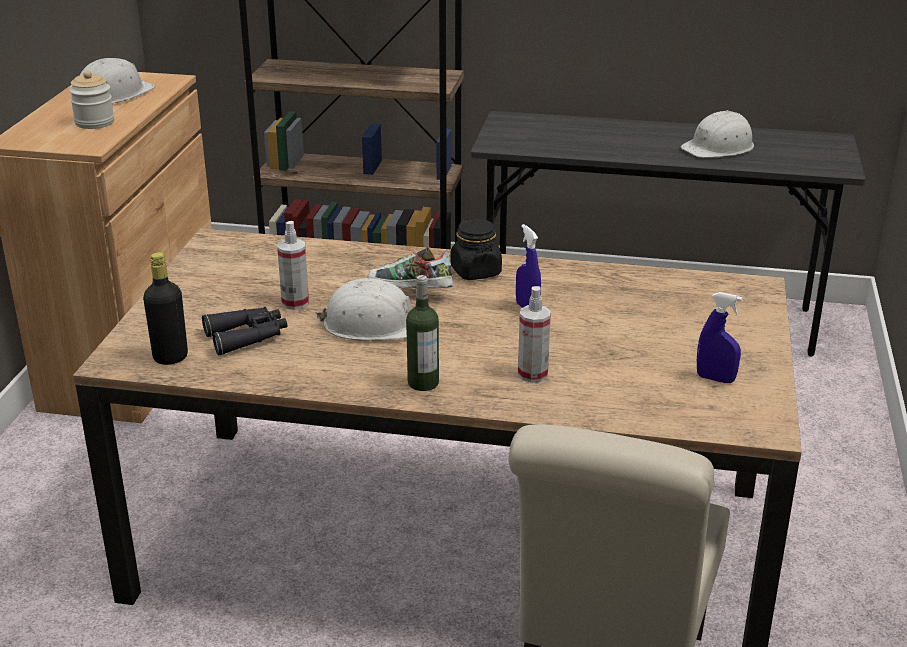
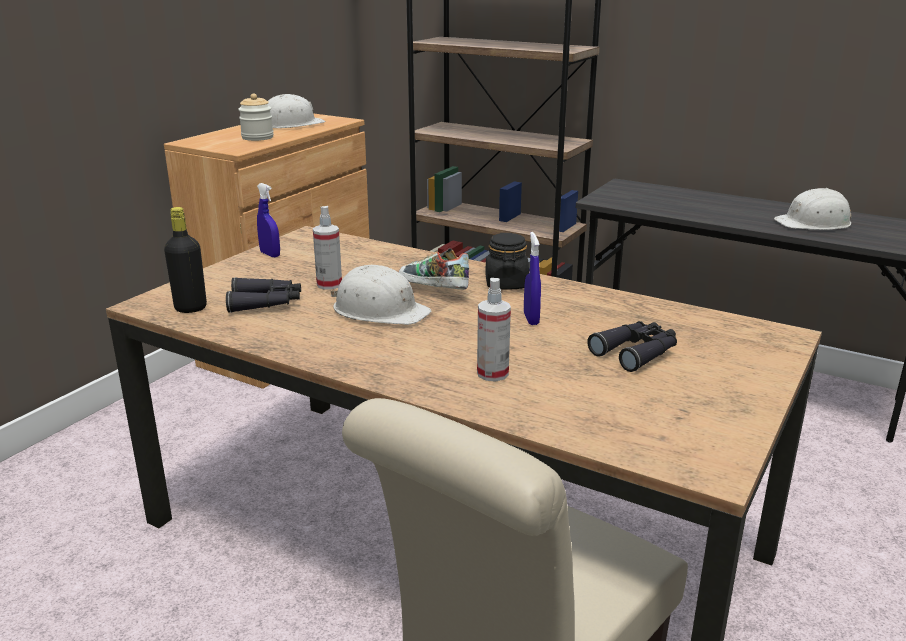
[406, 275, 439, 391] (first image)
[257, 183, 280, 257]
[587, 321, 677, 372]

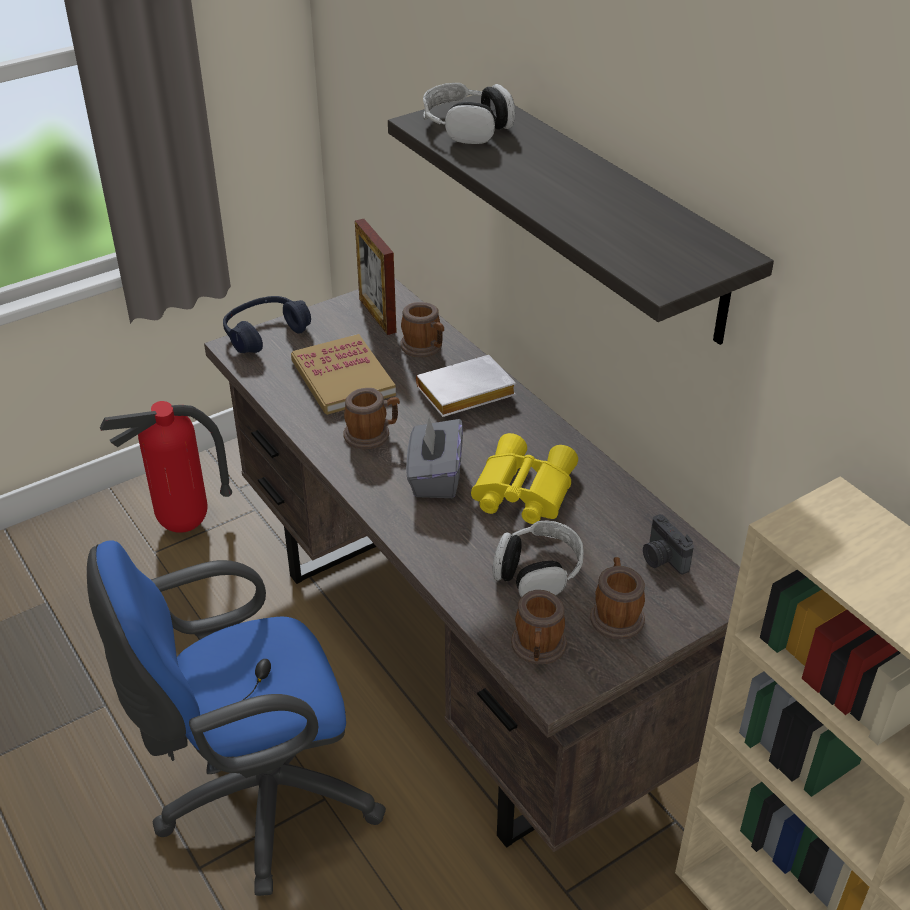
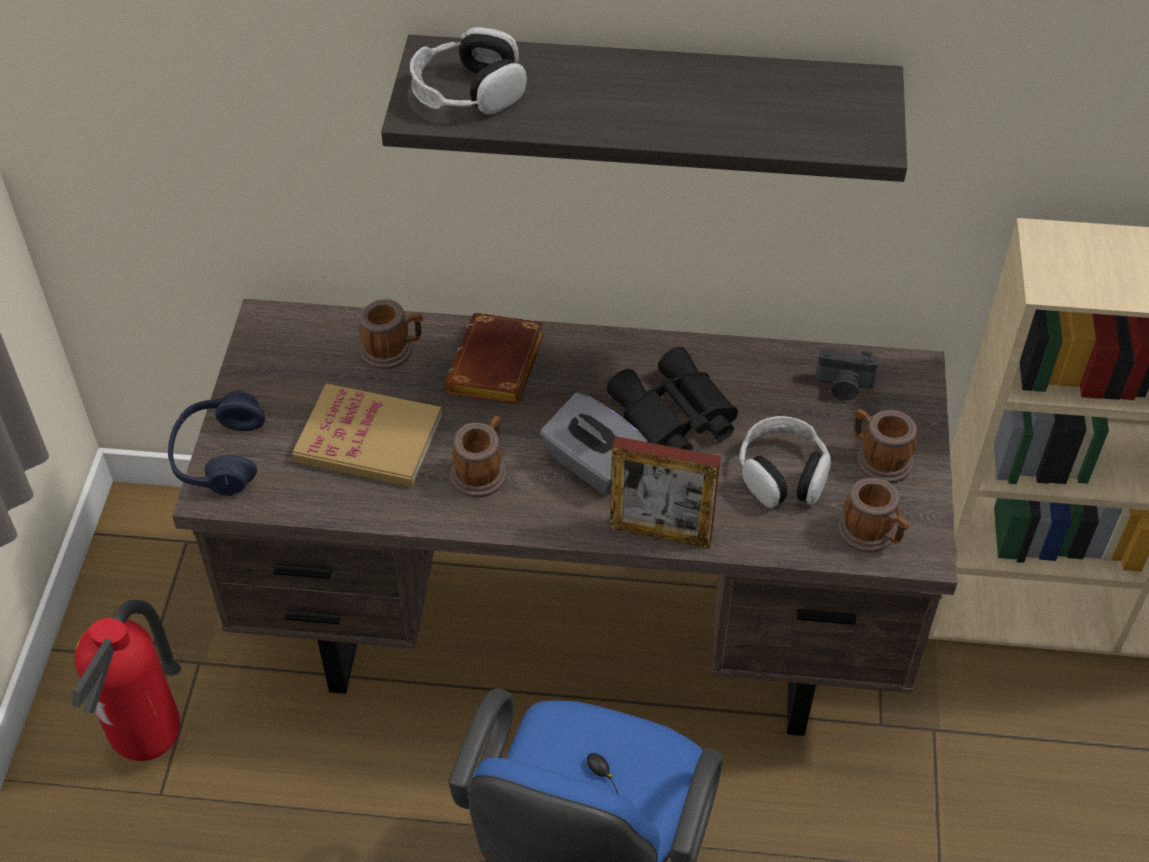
[610, 436, 721, 548]
[444, 313, 544, 405]
[607, 347, 738, 451]

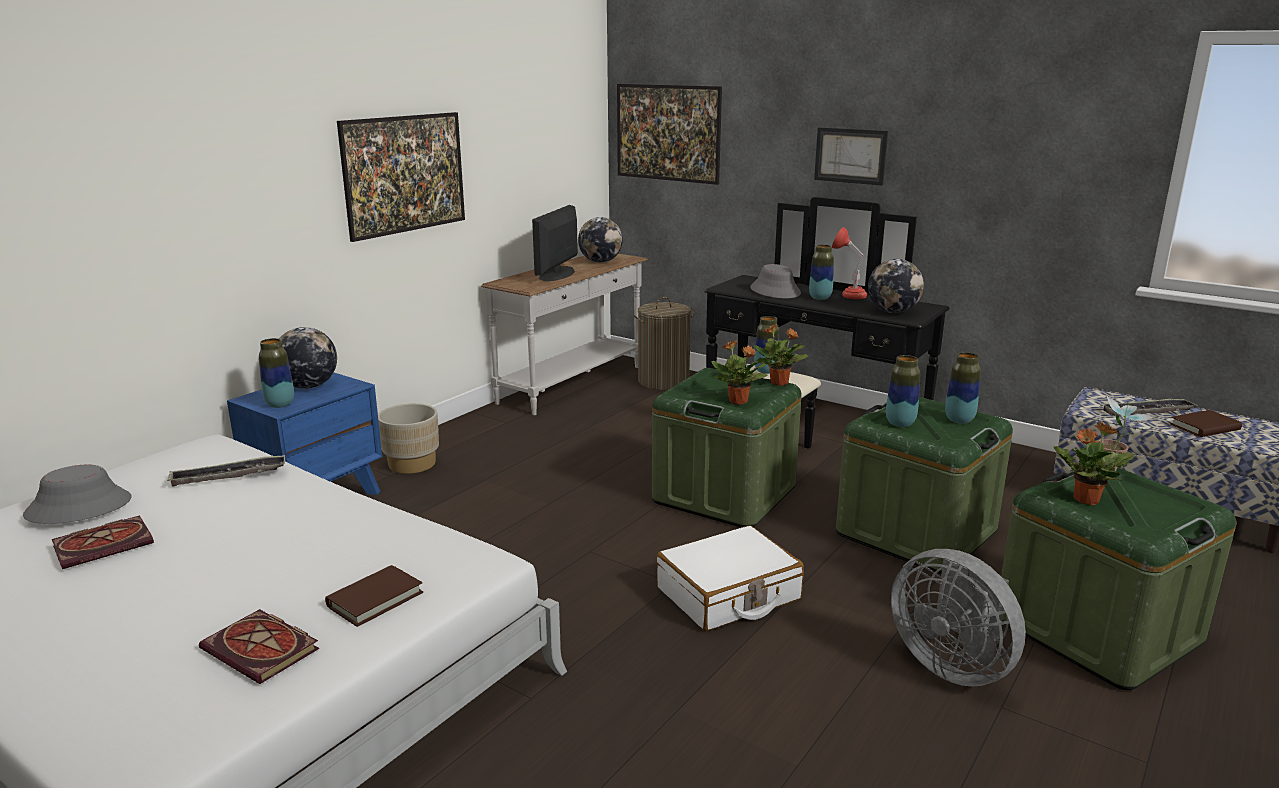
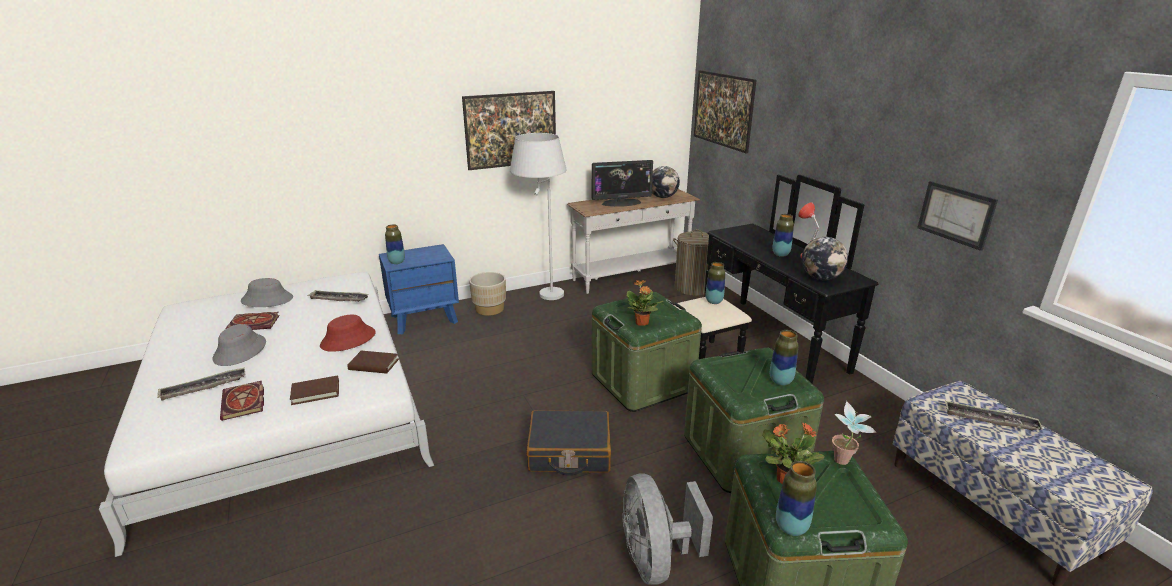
[279, 327, 337, 389] (first image)
[592, 160, 653, 207]
[527, 410, 611, 476]
[213, 324, 266, 366]
[754, 324, 809, 386] (first image)
[917, 181, 998, 251]
[776, 461, 817, 536]
[347, 351, 399, 374]
[157, 367, 246, 400]
[320, 315, 376, 352]
[510, 133, 566, 300]

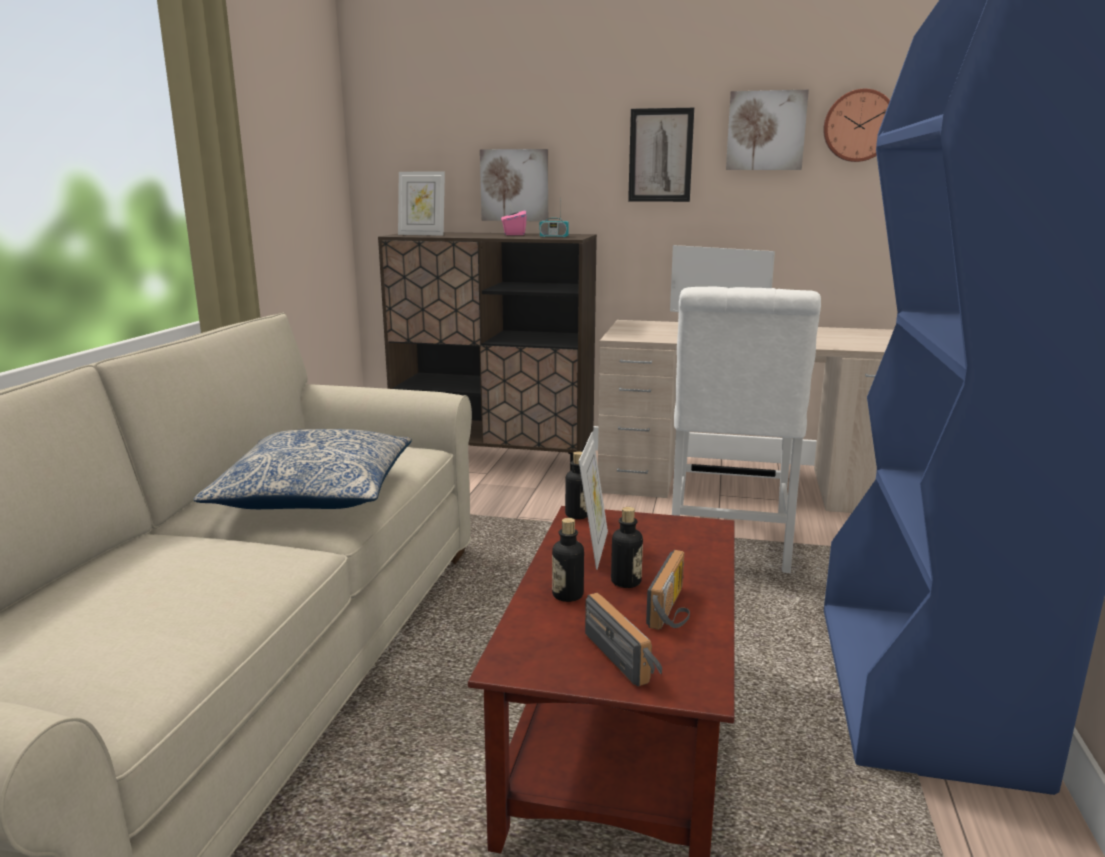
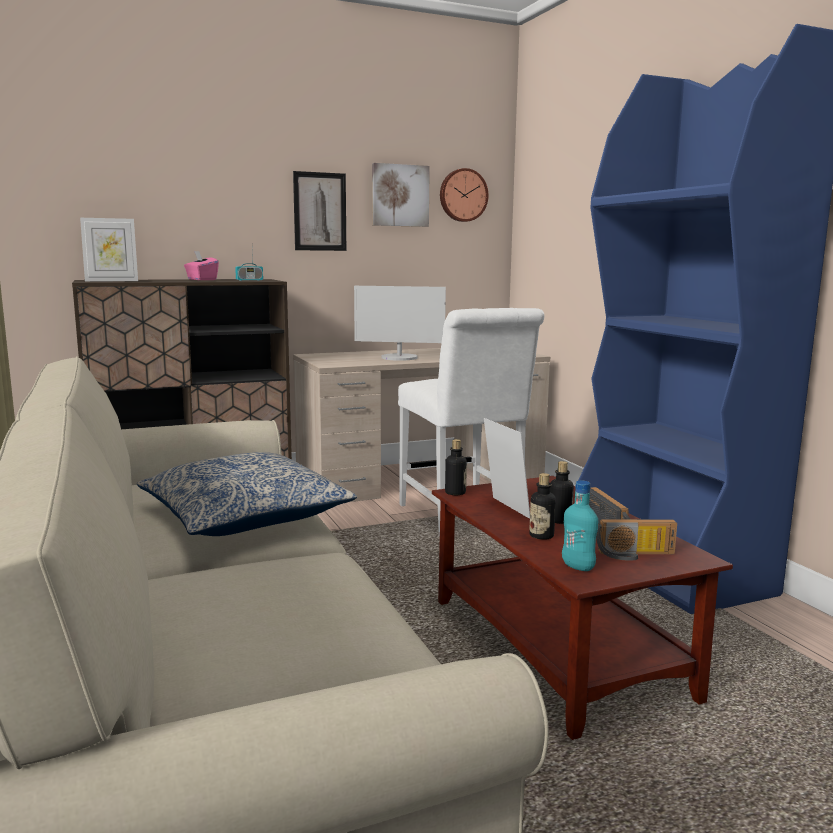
[480, 149, 548, 221] (first image)
[596, 519, 677, 561]
[562, 480, 598, 571]

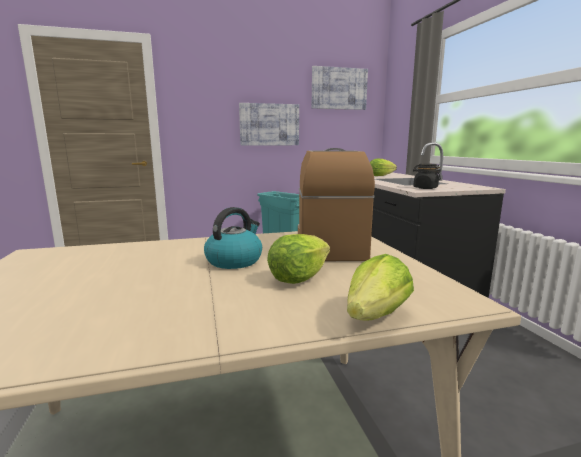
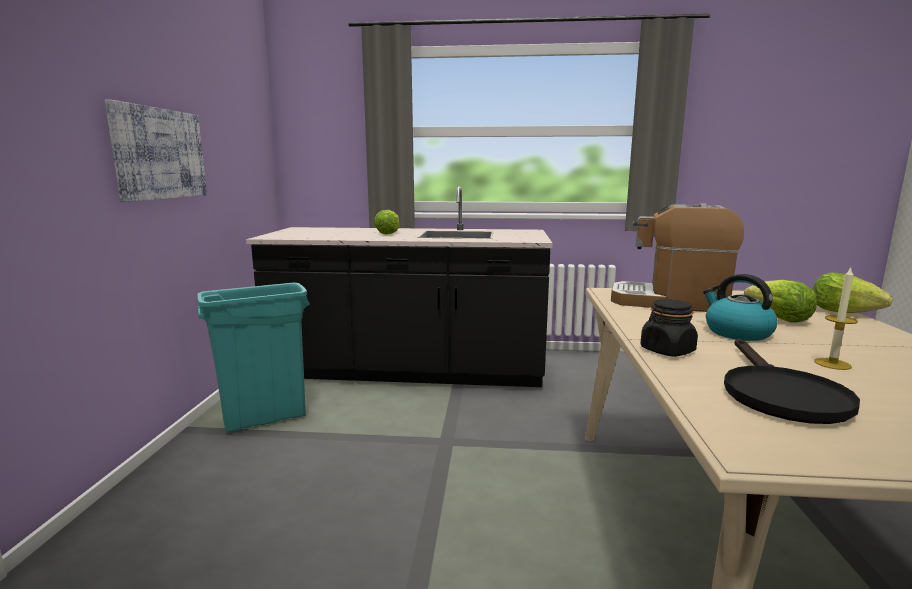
[312, 66, 368, 110] (first image)
[641, 299, 698, 357]
[724, 339, 860, 424]
[814, 268, 858, 370]

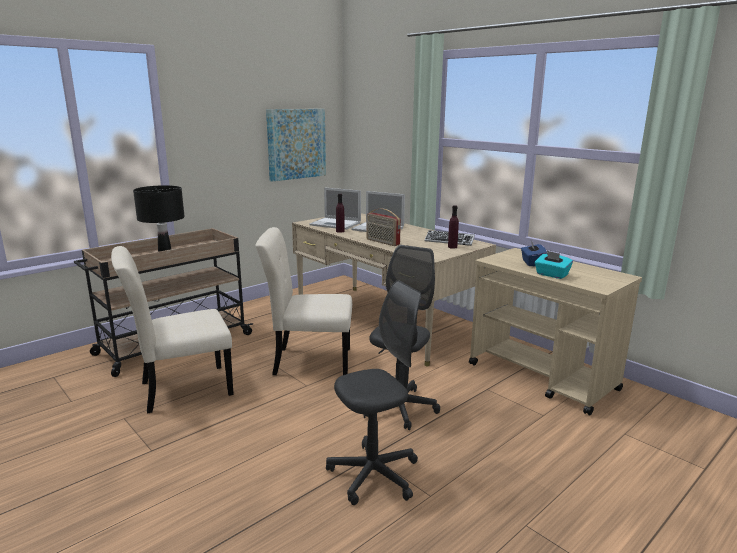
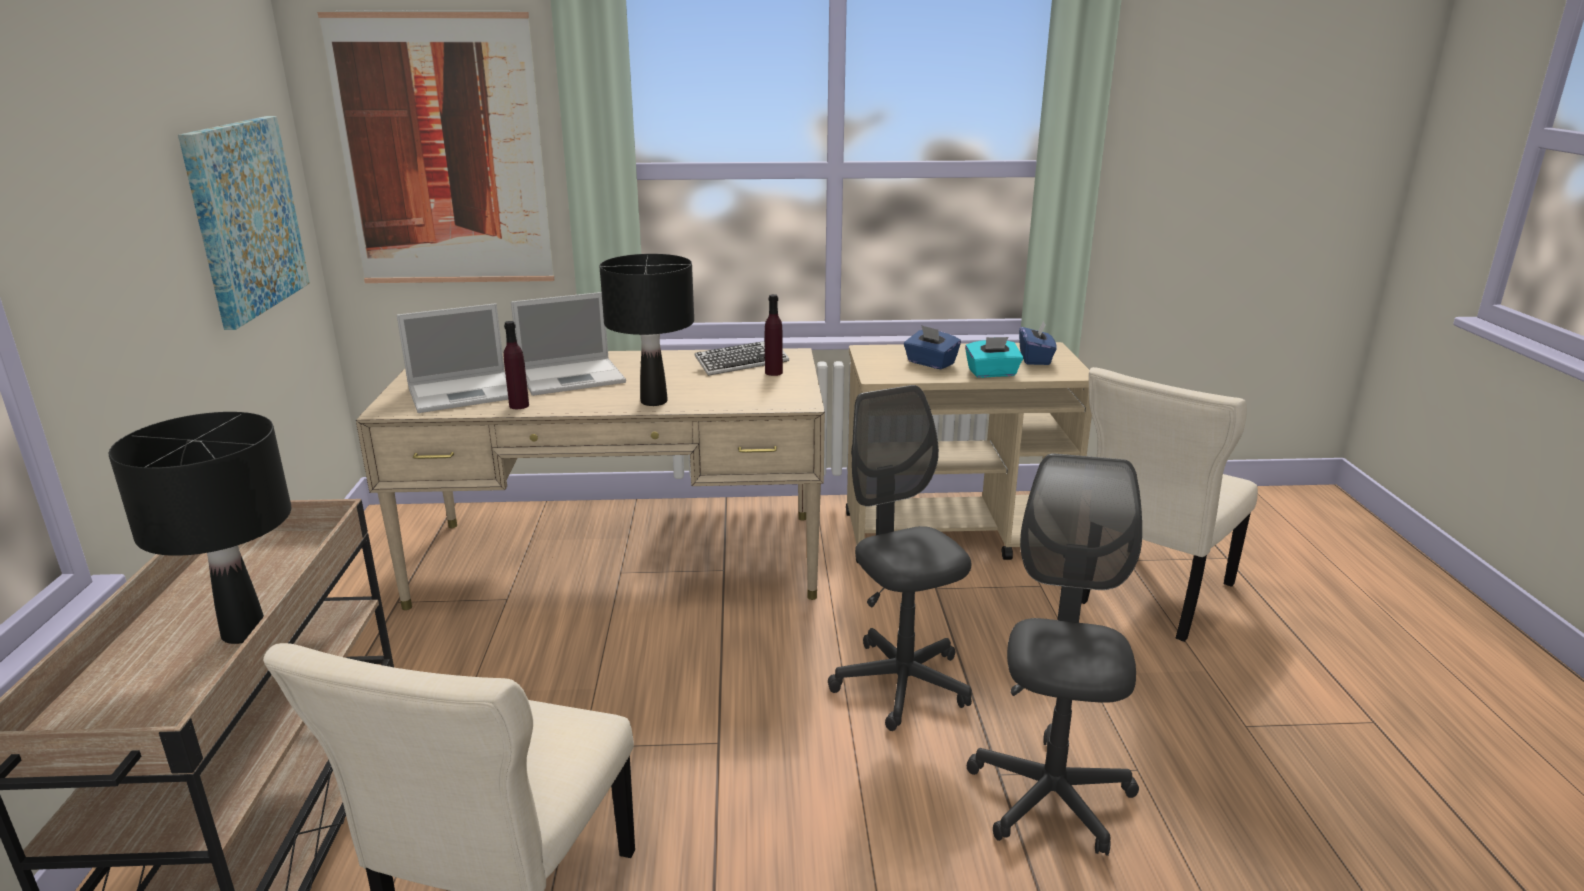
[1081, 367, 1258, 642]
[599, 254, 694, 406]
[317, 10, 555, 283]
[1019, 320, 1056, 365]

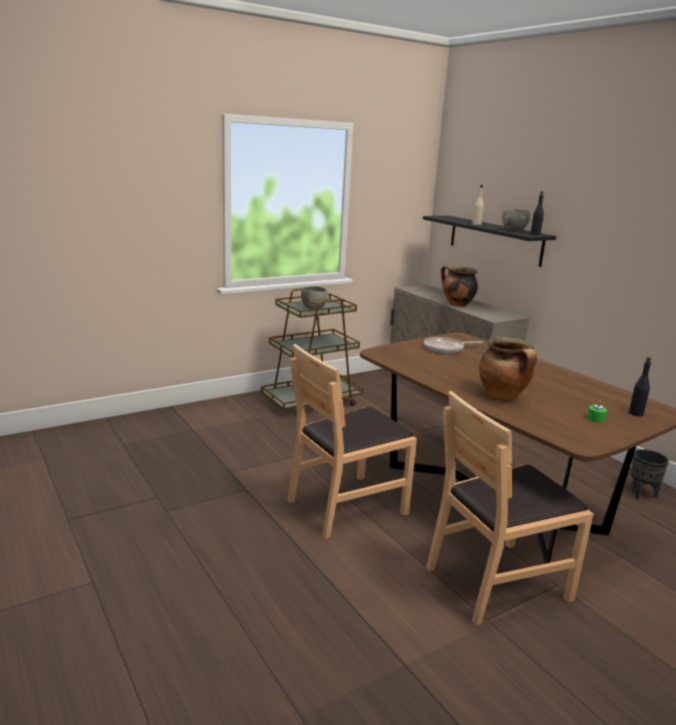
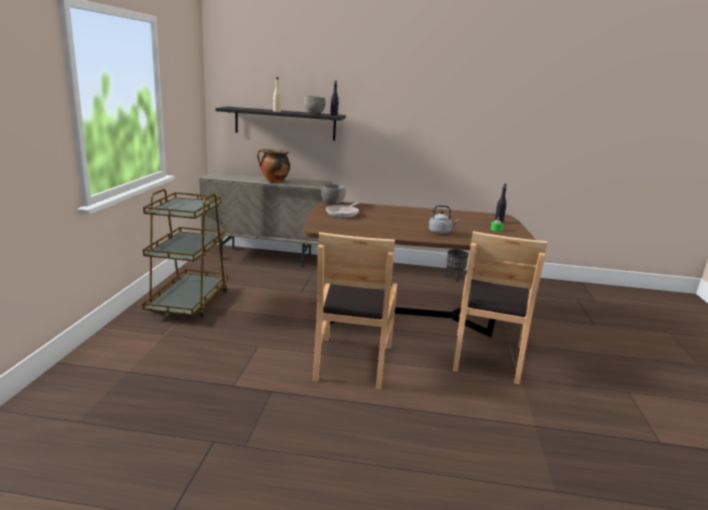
[321, 184, 346, 205]
[429, 205, 460, 234]

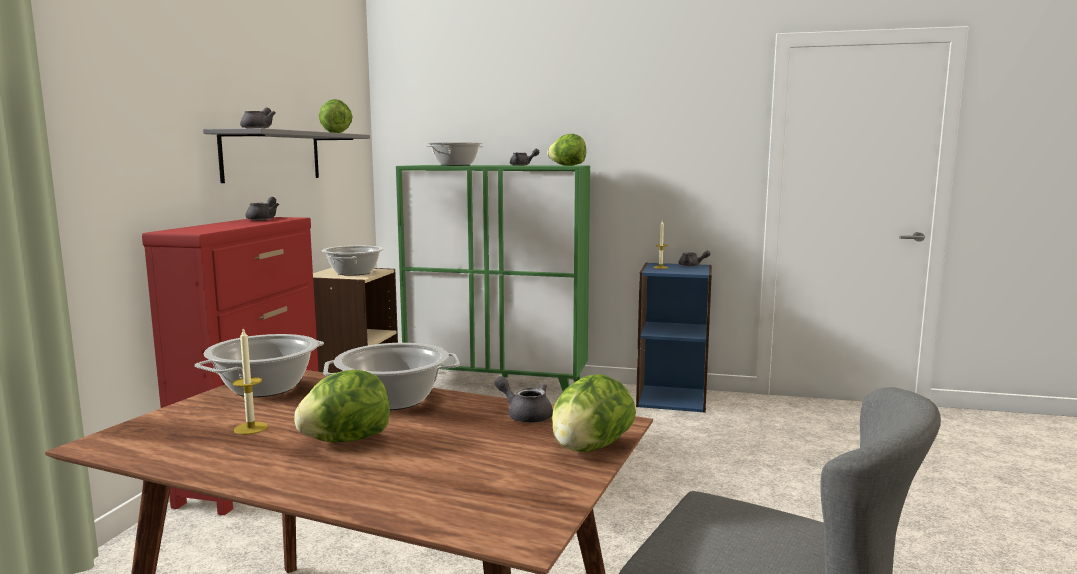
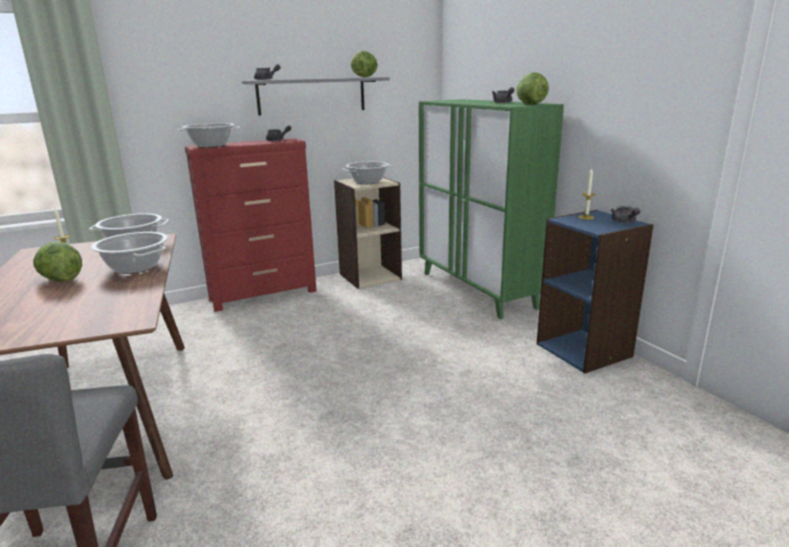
[177, 123, 240, 148]
[494, 376, 553, 423] (first image)
[552, 374, 636, 452] (first image)

